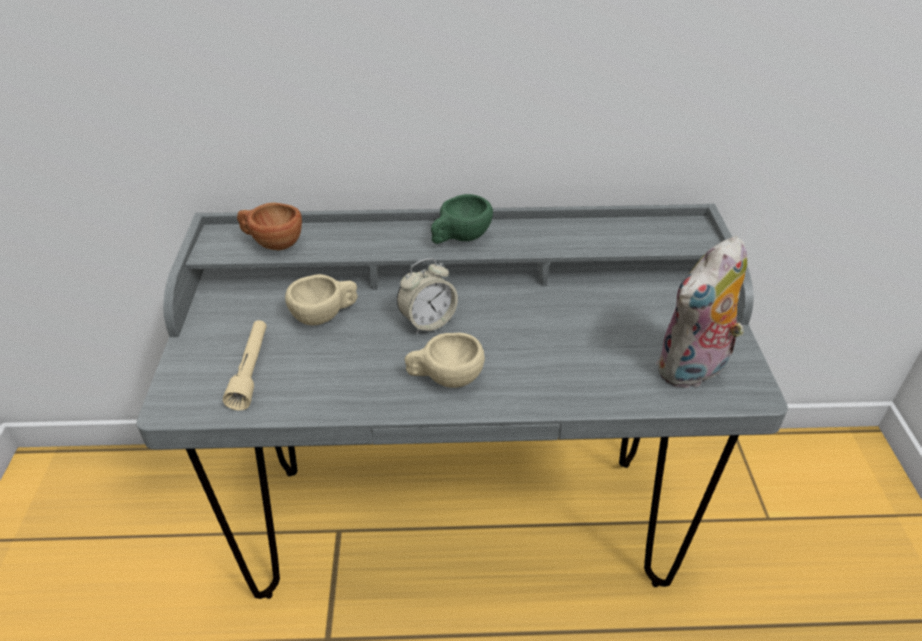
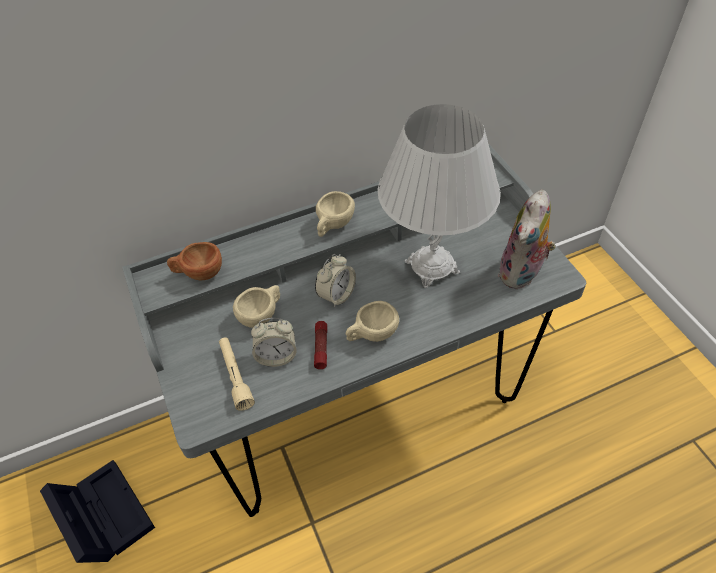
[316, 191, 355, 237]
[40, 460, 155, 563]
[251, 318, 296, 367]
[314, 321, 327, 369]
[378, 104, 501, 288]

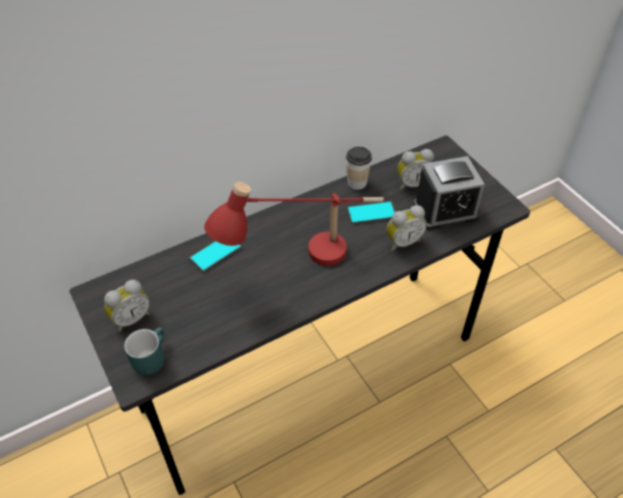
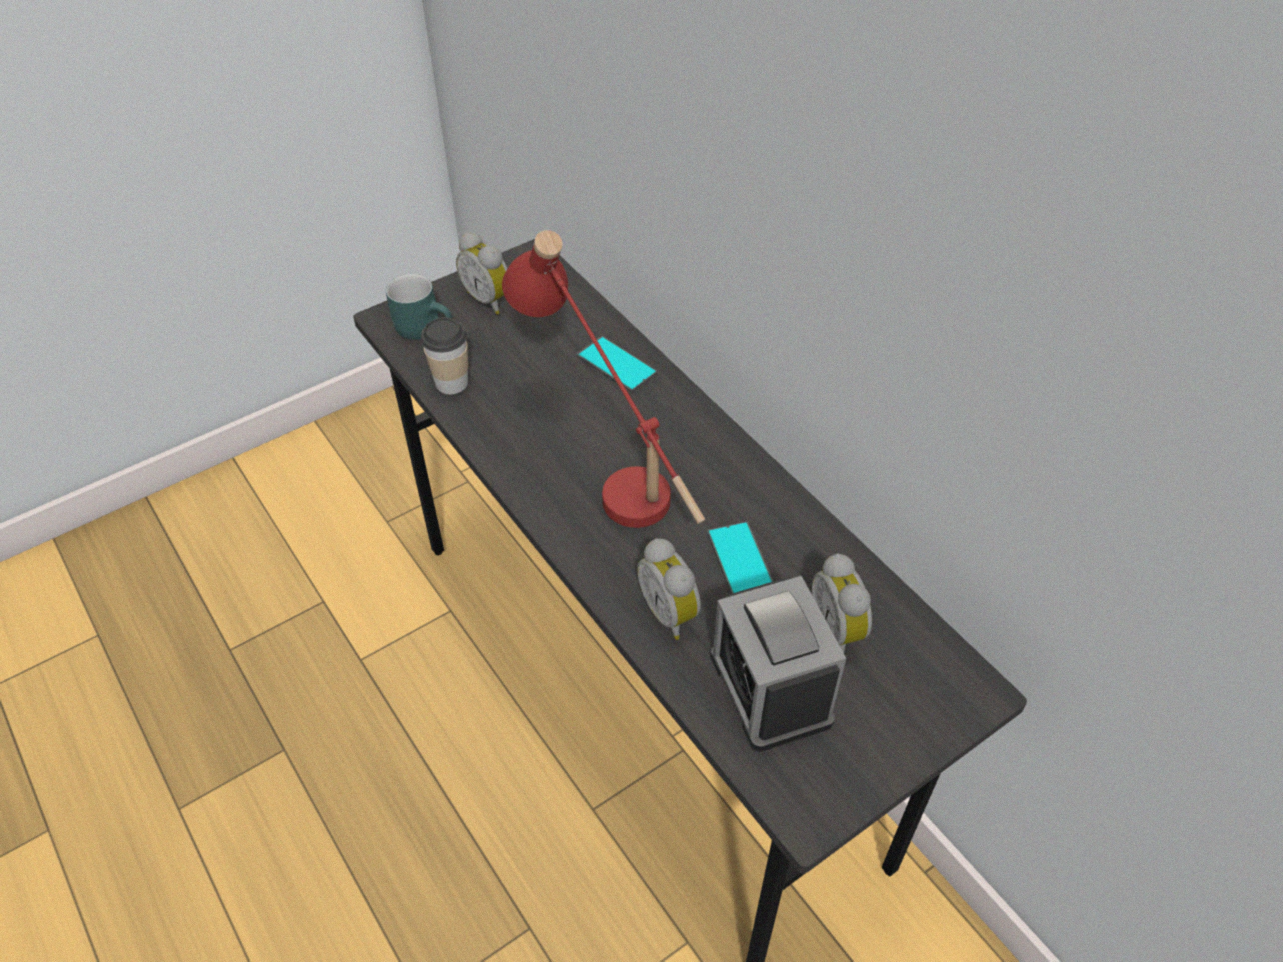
[421, 317, 468, 395]

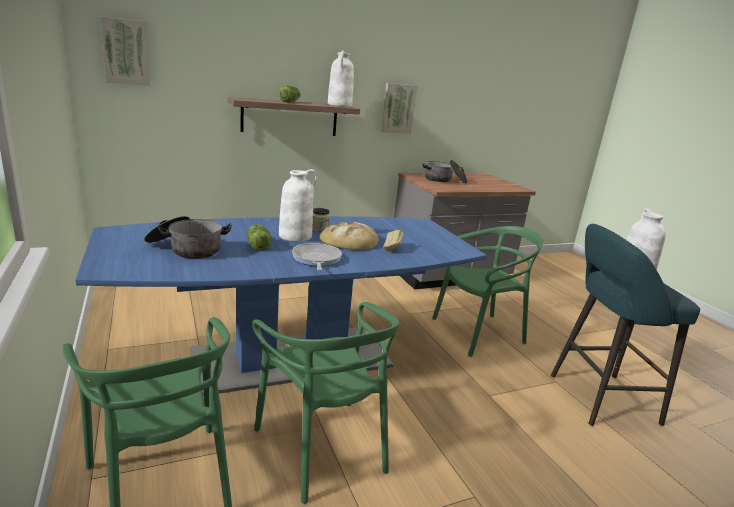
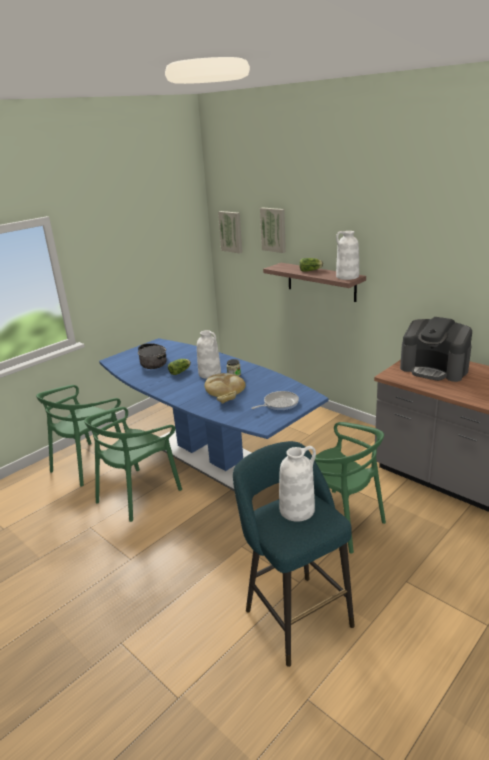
[252, 391, 299, 411]
[260, 207, 286, 253]
[400, 317, 472, 382]

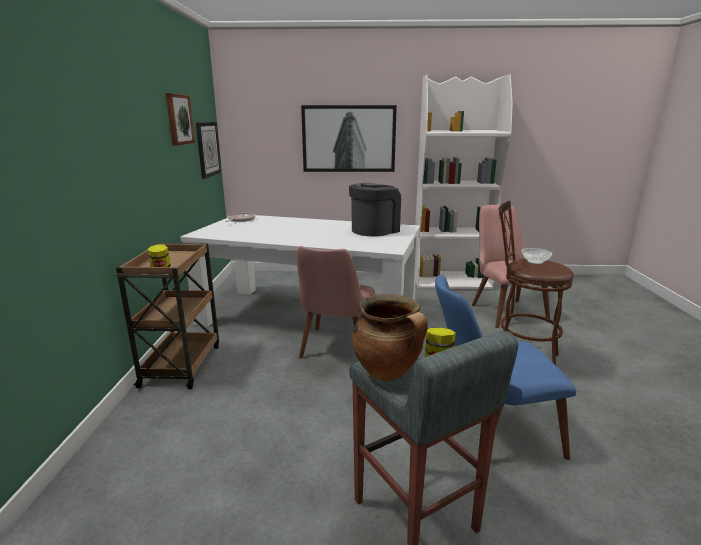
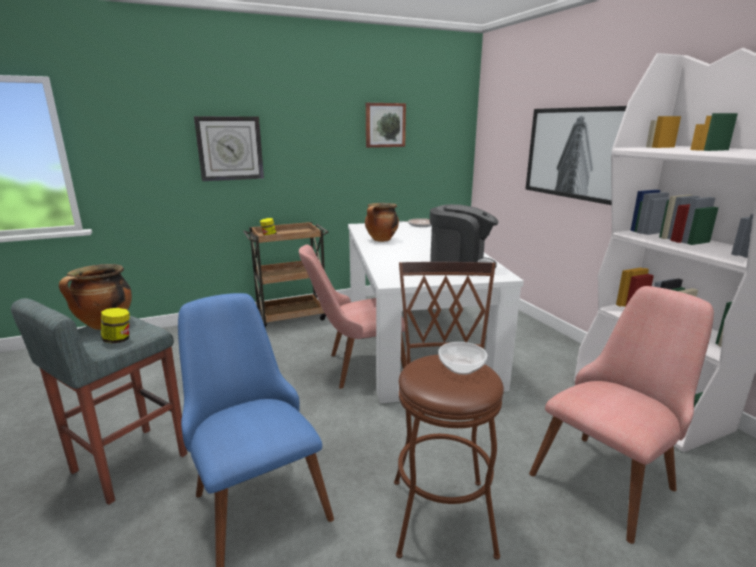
[194, 116, 264, 181]
[365, 203, 399, 242]

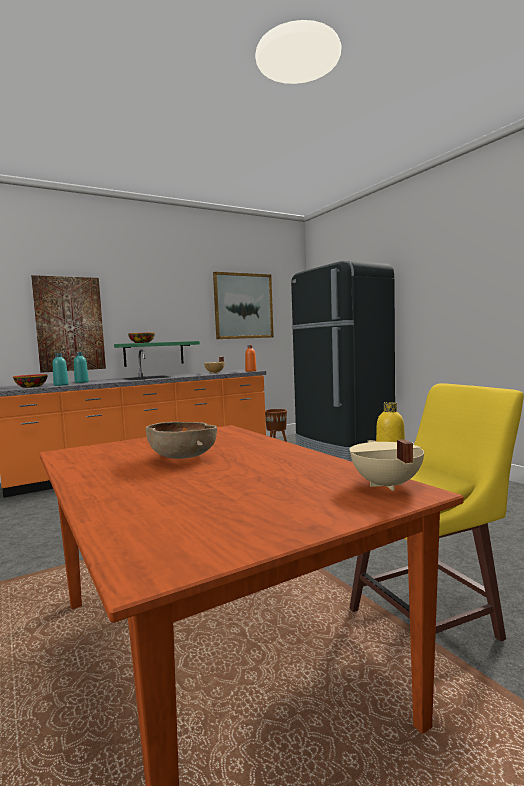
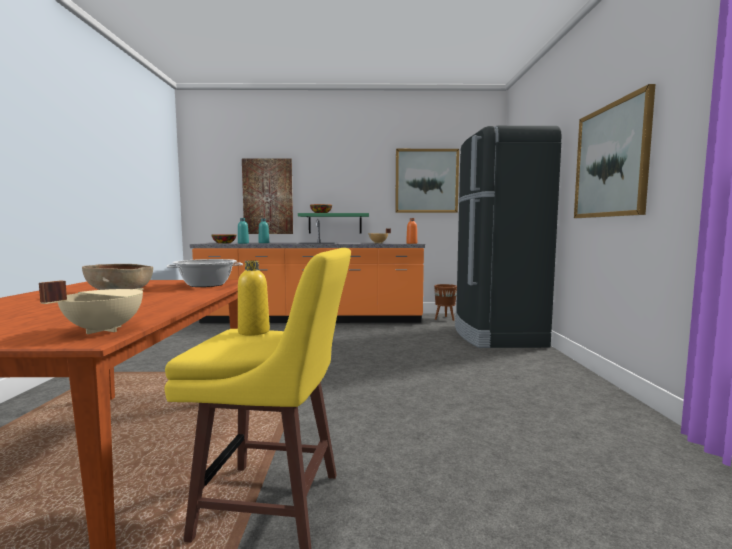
[166, 259, 243, 287]
[574, 84, 655, 218]

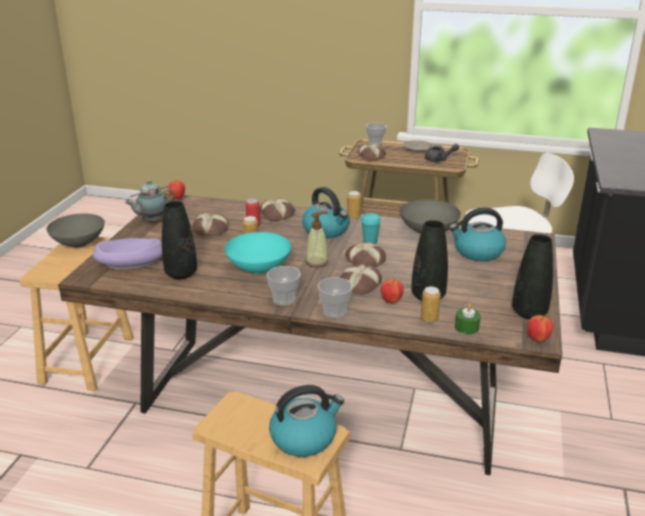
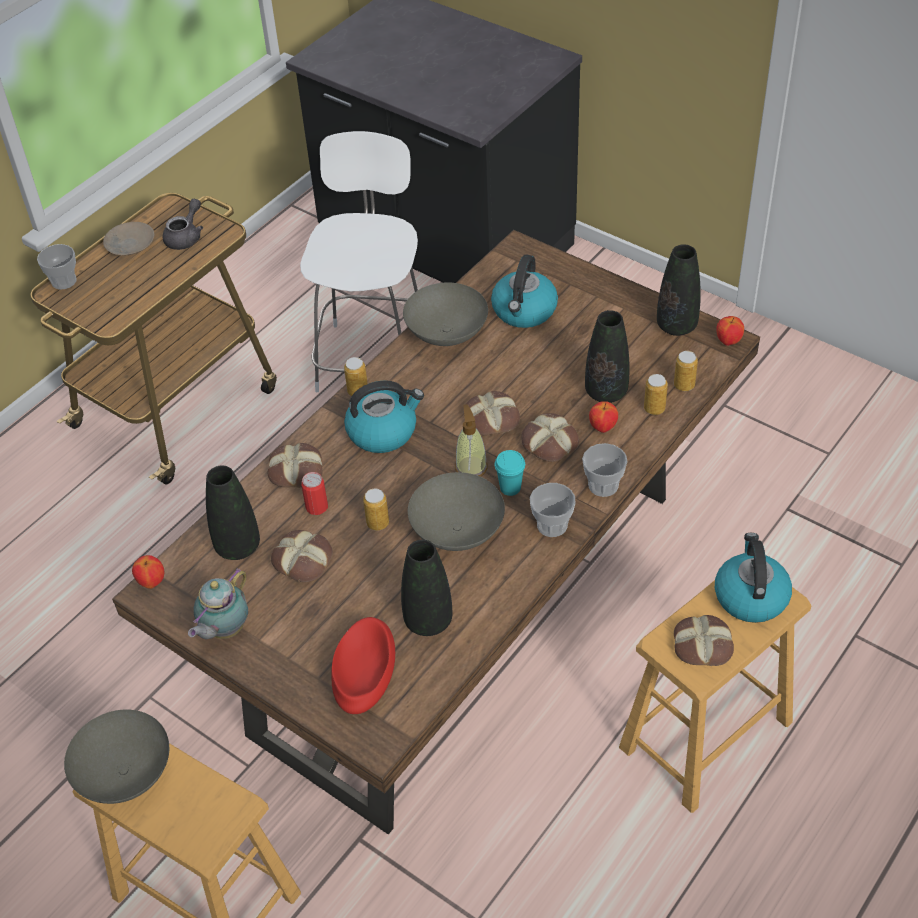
[331, 617, 395, 714]
[188, 568, 248, 639]
[408, 472, 505, 551]
[674, 615, 734, 666]
[495, 450, 525, 496]
[674, 351, 698, 391]
[206, 466, 260, 560]

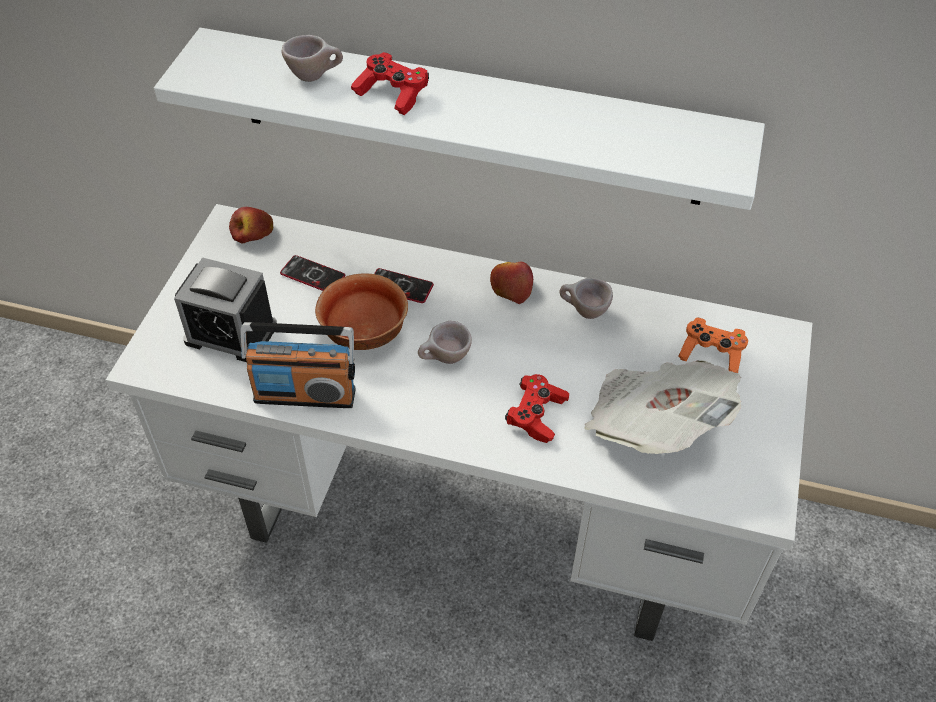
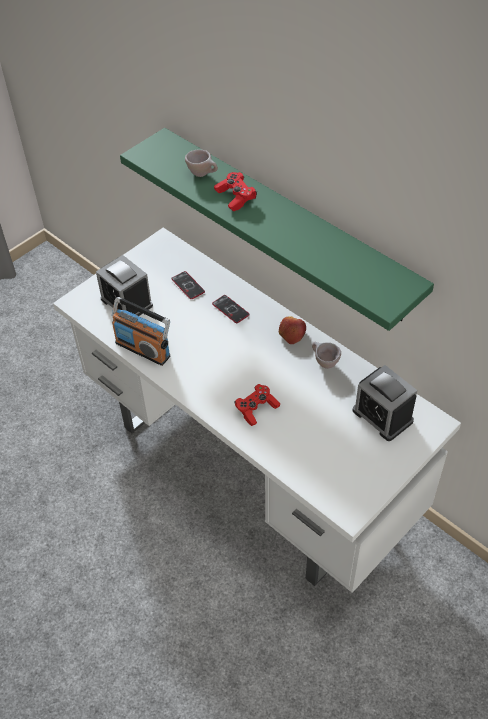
[120, 128, 434, 331]
[229, 207, 273, 244] (first image)
[315, 273, 408, 350] (first image)
[418, 321, 472, 364] (first image)
[584, 360, 741, 454] (first image)
[352, 365, 417, 441]

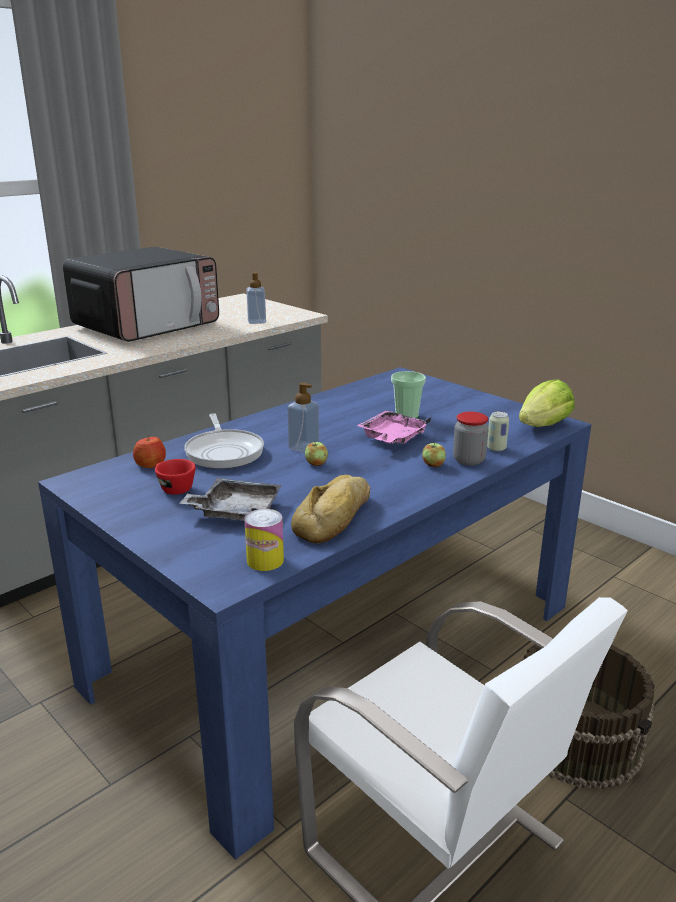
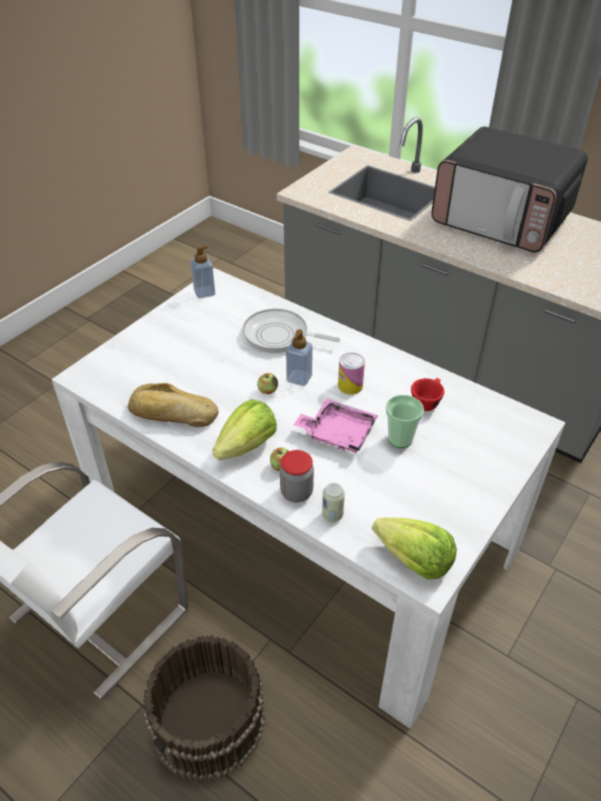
[52, 268, 565, 729]
[133, 435, 166, 468] (first image)
[411, 378, 444, 411]
[179, 478, 282, 521] (first image)
[243, 309, 340, 353]
[338, 353, 365, 395]
[190, 245, 215, 299]
[213, 400, 277, 460]

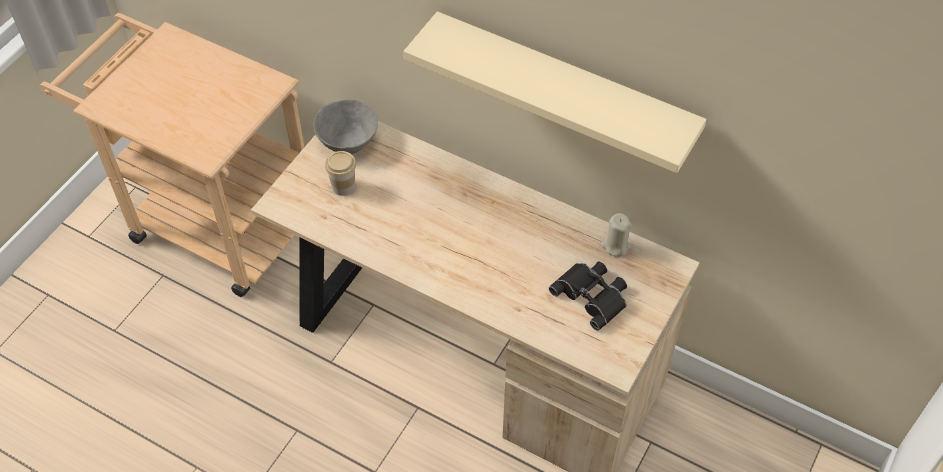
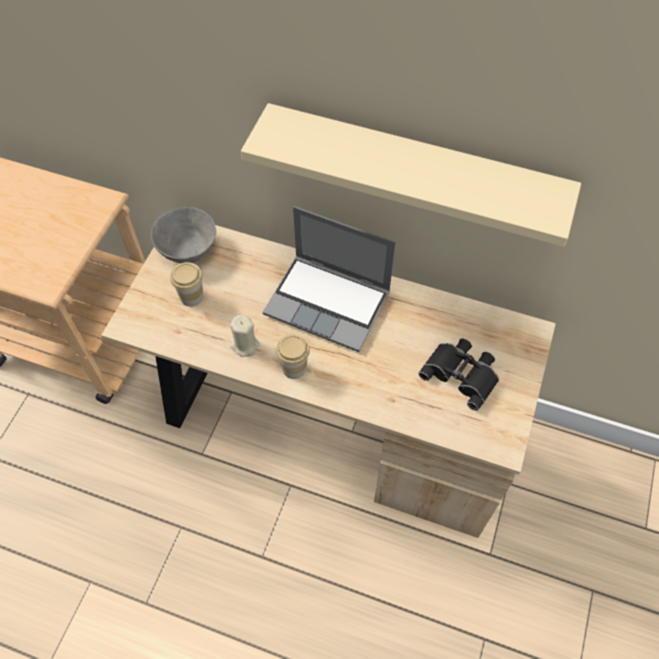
[230, 314, 260, 357]
[263, 206, 395, 352]
[276, 334, 310, 379]

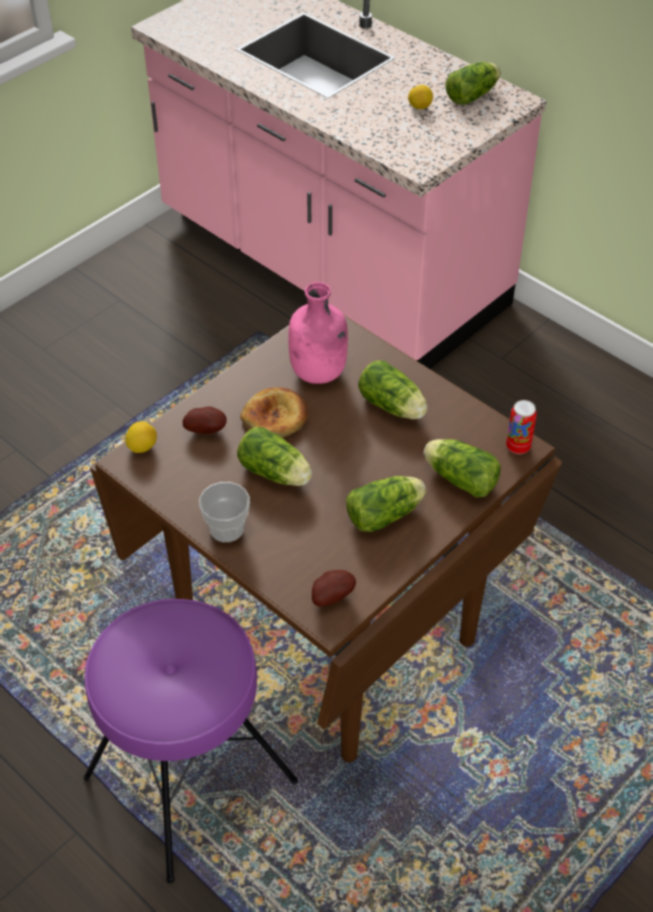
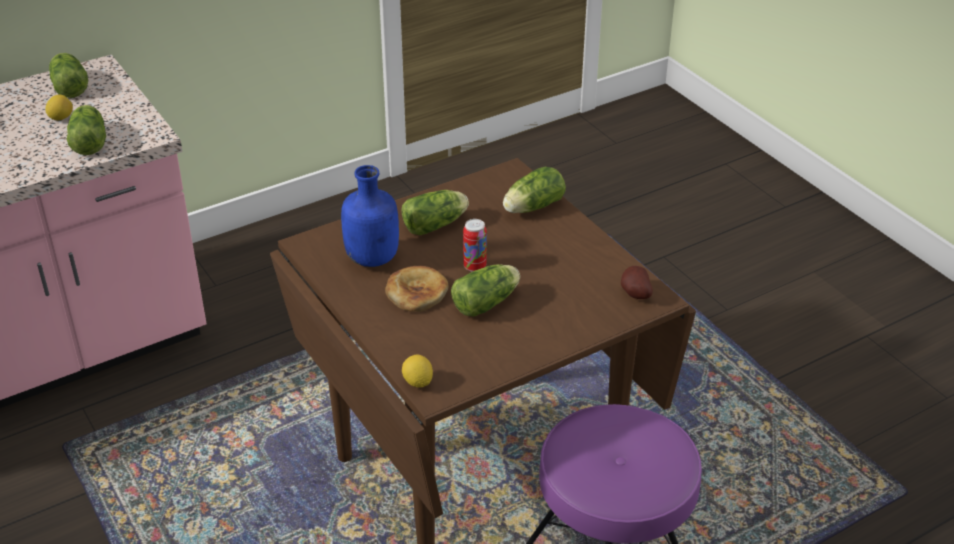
[183, 406, 227, 434] (first image)
[199, 482, 250, 542] (first image)
[341, 165, 399, 267]
[67, 105, 106, 155]
[463, 219, 487, 272]

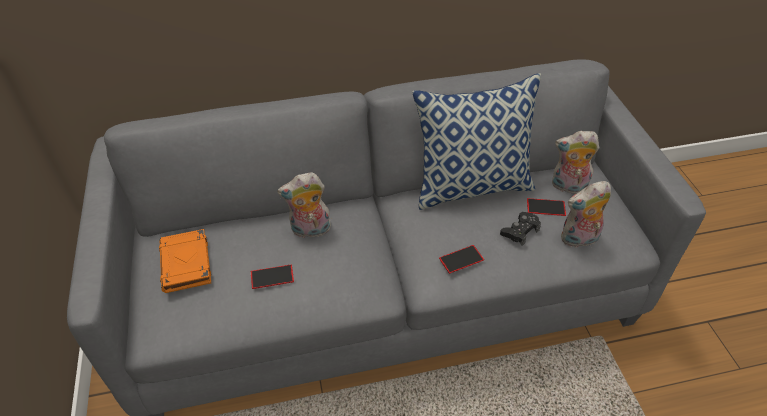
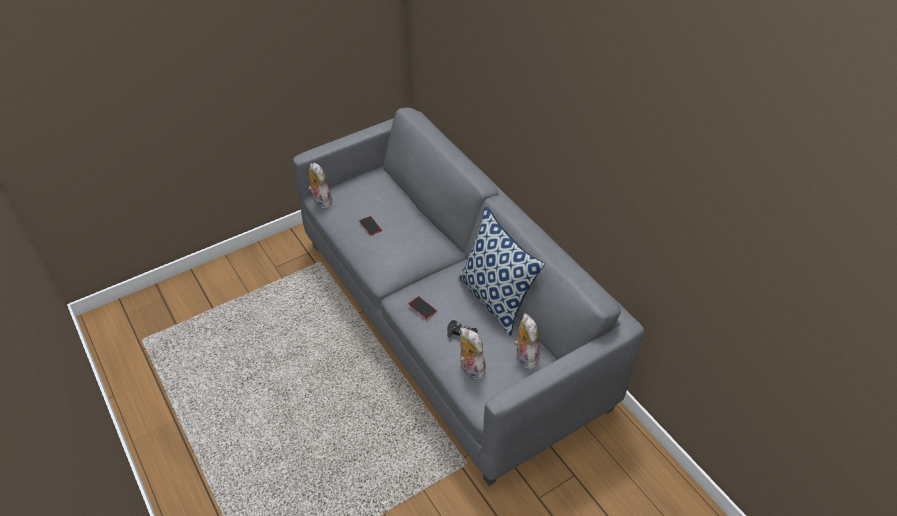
[159, 229, 211, 293] (first image)
[308, 163, 332, 209]
[527, 198, 566, 216] (first image)

